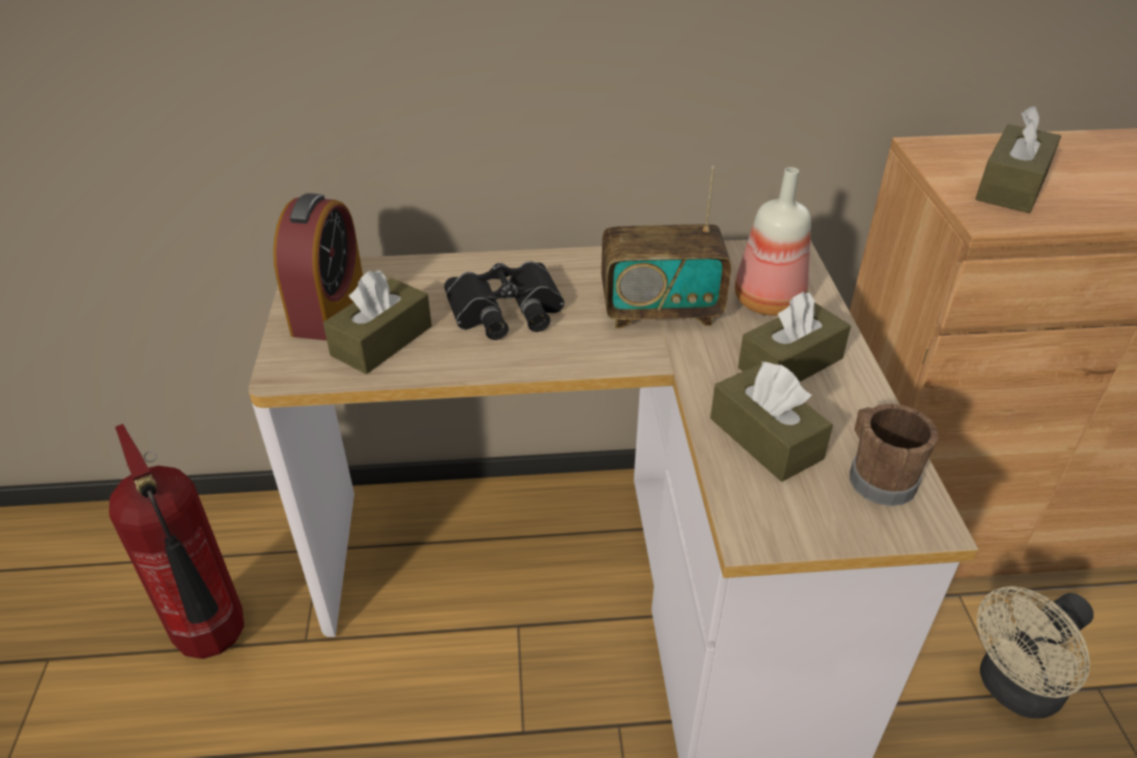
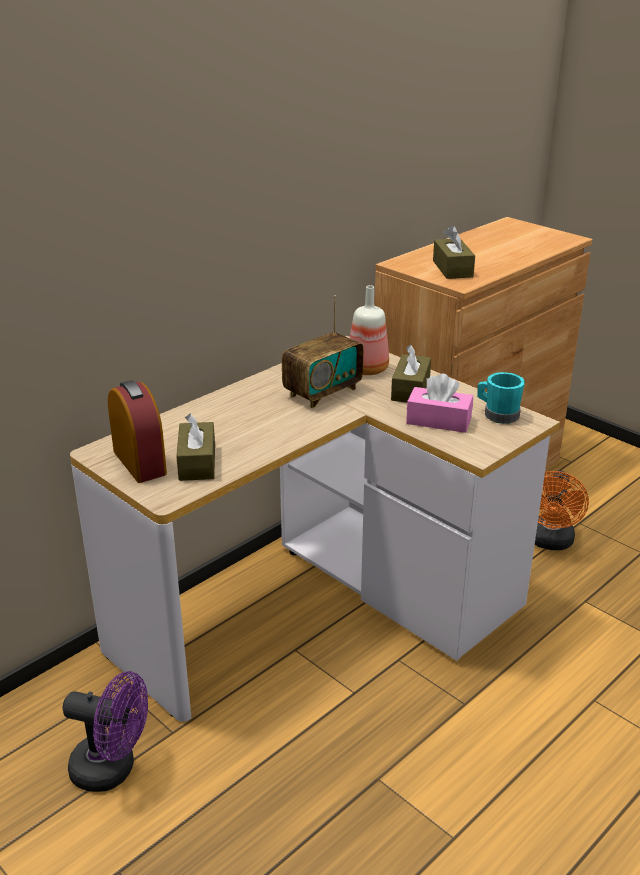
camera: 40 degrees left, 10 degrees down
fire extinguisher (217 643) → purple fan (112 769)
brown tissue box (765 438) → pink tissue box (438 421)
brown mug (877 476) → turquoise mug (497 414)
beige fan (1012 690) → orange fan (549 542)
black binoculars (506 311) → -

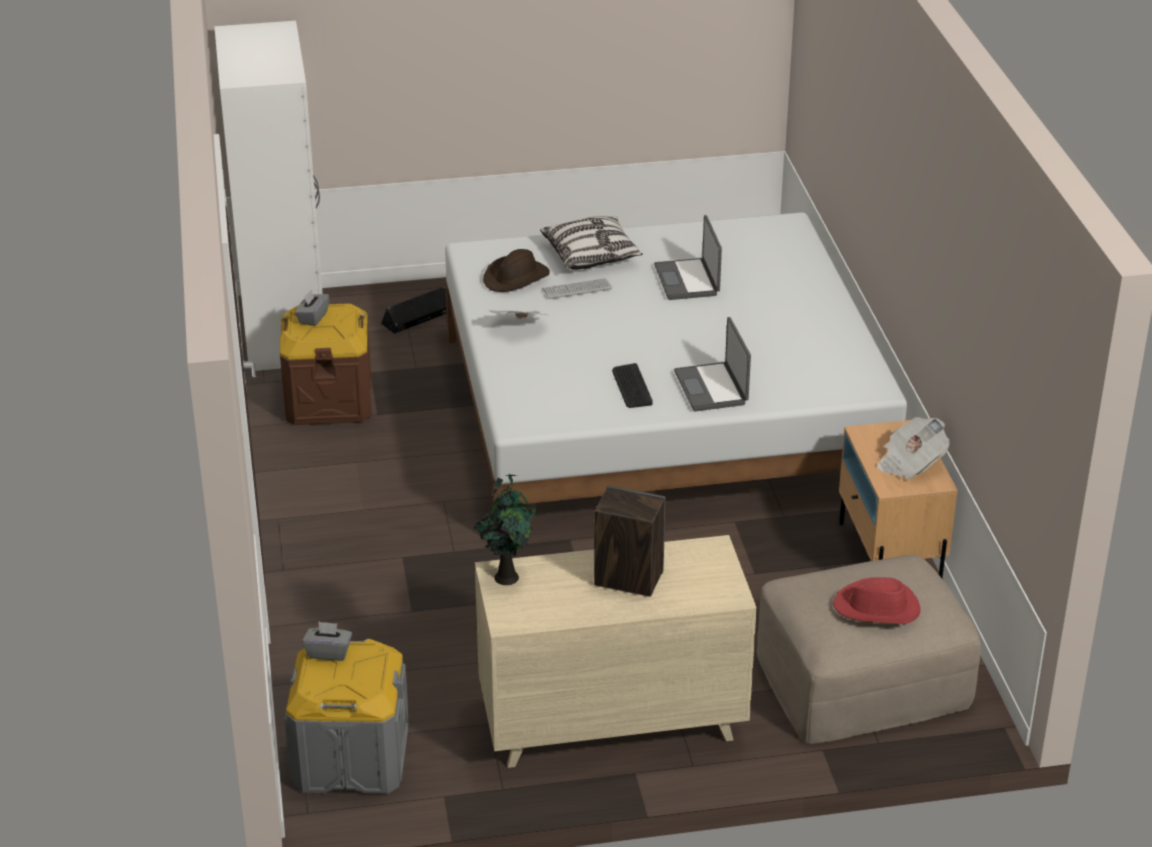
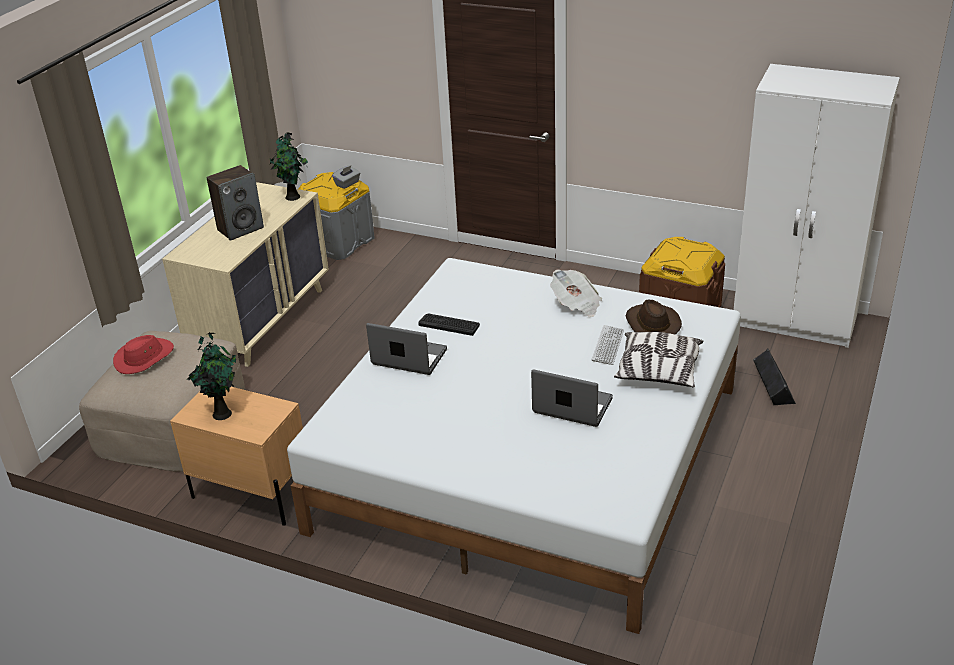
camera: 125 degrees right, 0 degrees up
newspaper (910 463) → potted plant (222 413)
grey tissue box (312 317) → -

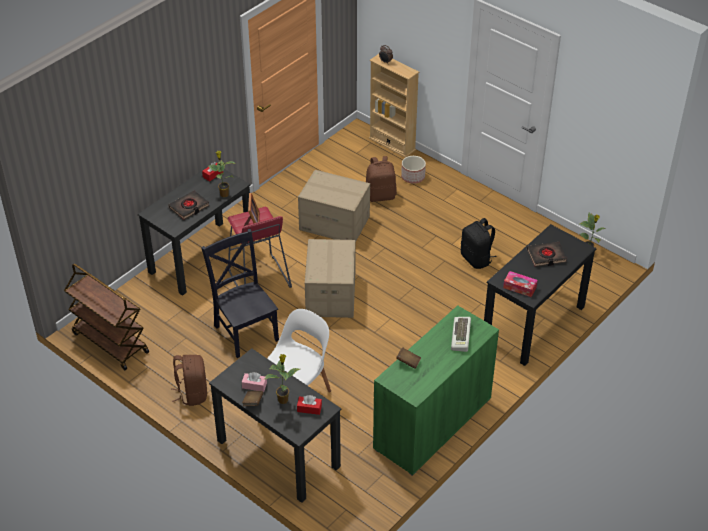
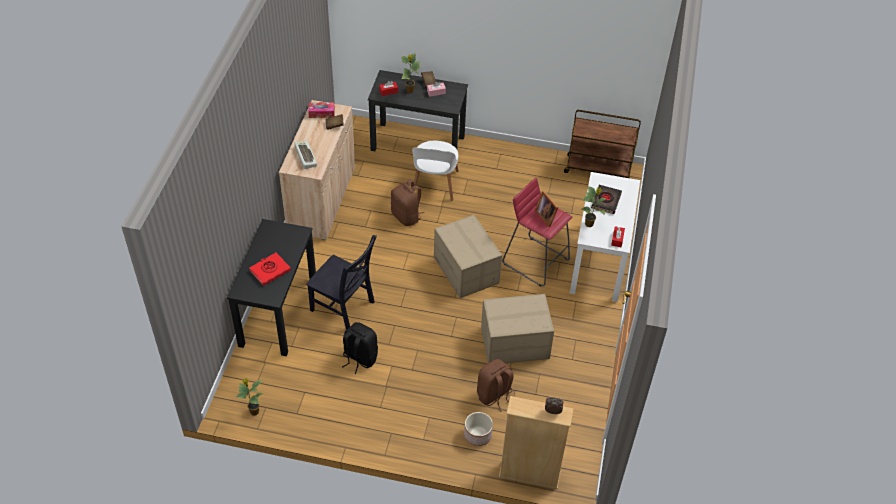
camera: 150 degrees right, 5 degrees up
black book (546 256) → red book (270 270)
green cabinet (432 424) → beige cabinet (322 200)
black chair (245 331) → black chair (344 308), moved
tissue box (519 287) → tissue box (321 113), moved
brown backpack (192 393) → brown backpack (406 216), moved
black desk (201 257) → white desk (599 262)

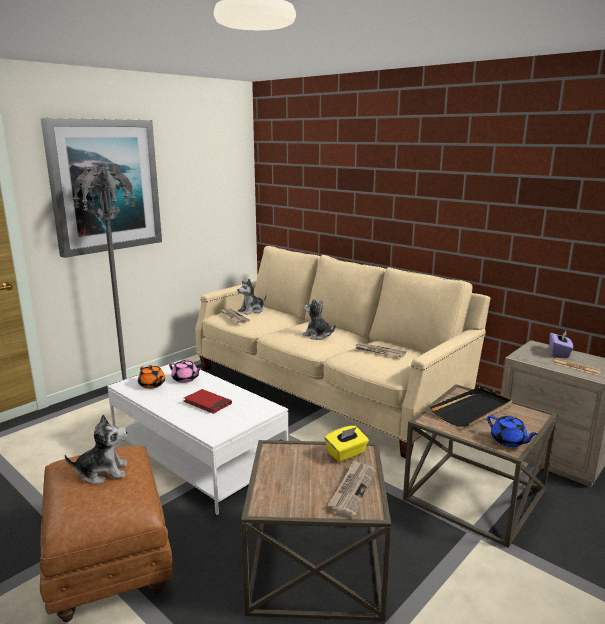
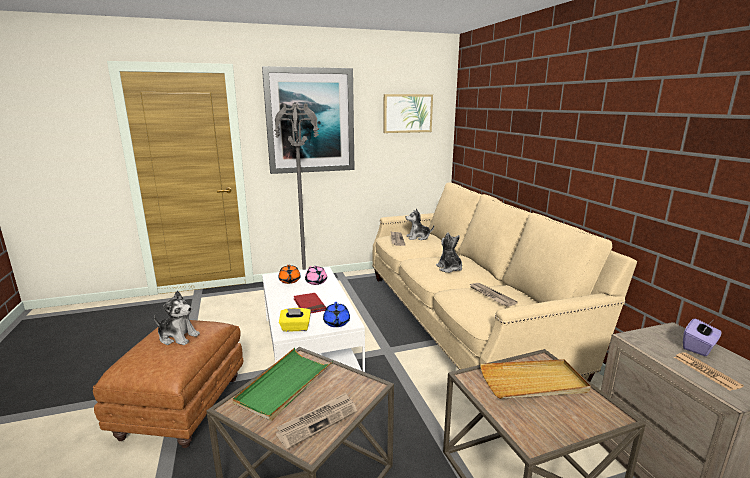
camera: 30 degrees right, 0 degrees up
- → green tray (284 385)
yellow tissue box (346 454) → yellow tissue box (295 328), moved
blue teapot (508 441) → blue teapot (336 323), moved
- → picture (407 113)
black tray (472 410) → beige tray (533 382)

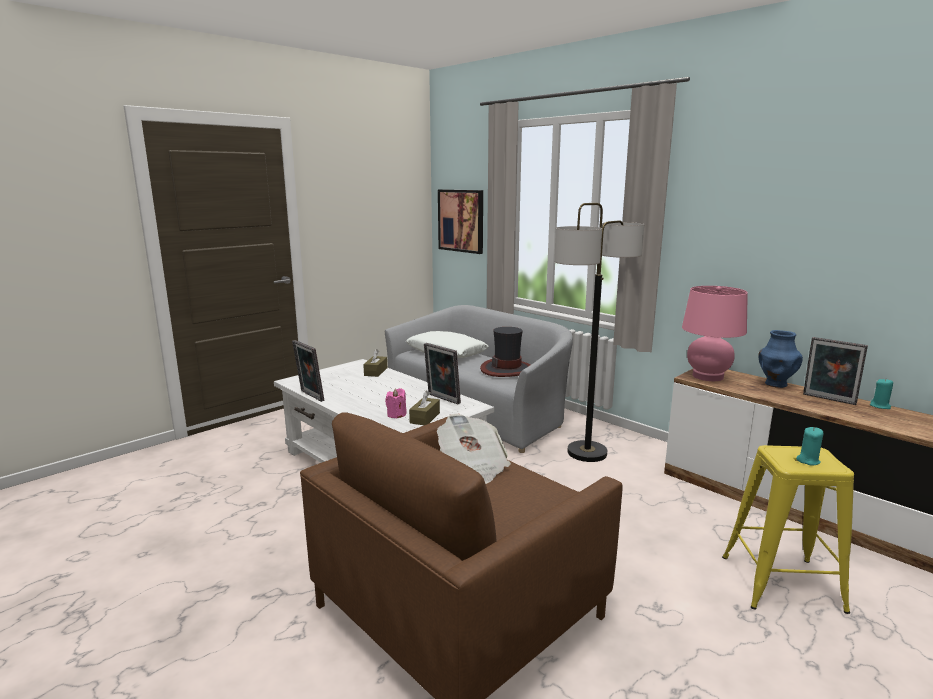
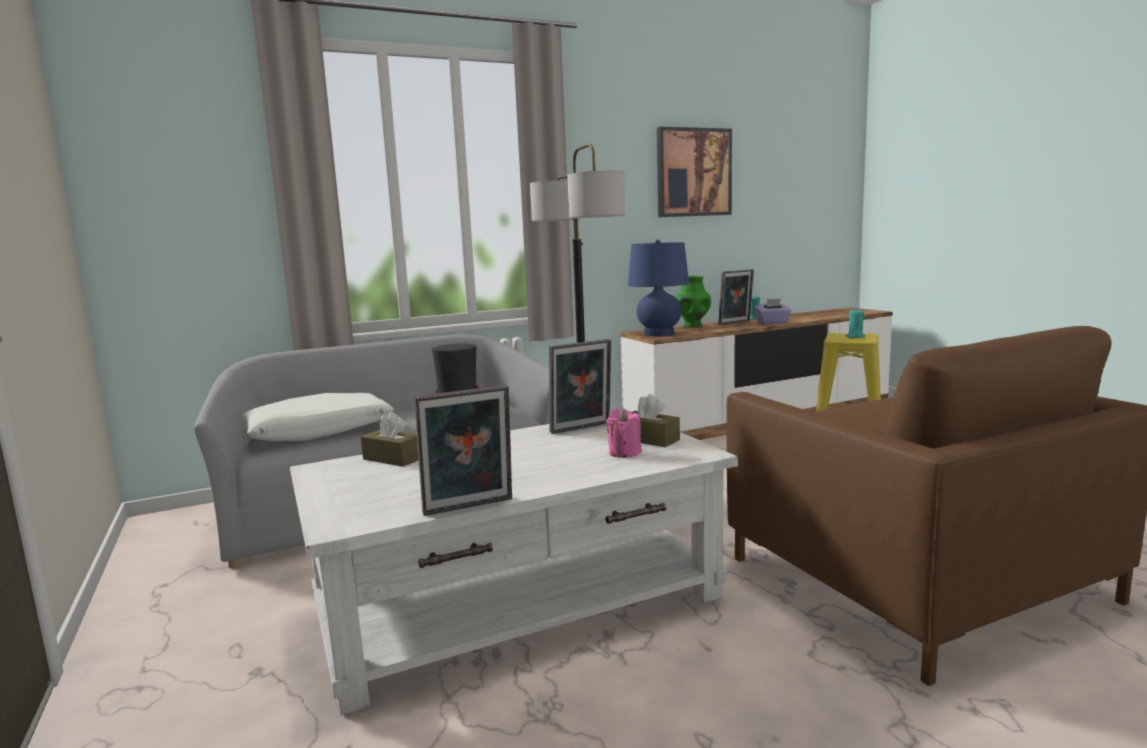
camera: 70 degrees left, 5 degrees down
pink table lamp (707 376) → blue table lamp (659 333)
picture (461 220) → picture (693 172), moved
blue vase (775 384) → green vase (692 326)
- → purple tissue box (772 323)
newspaper (473 466) → -

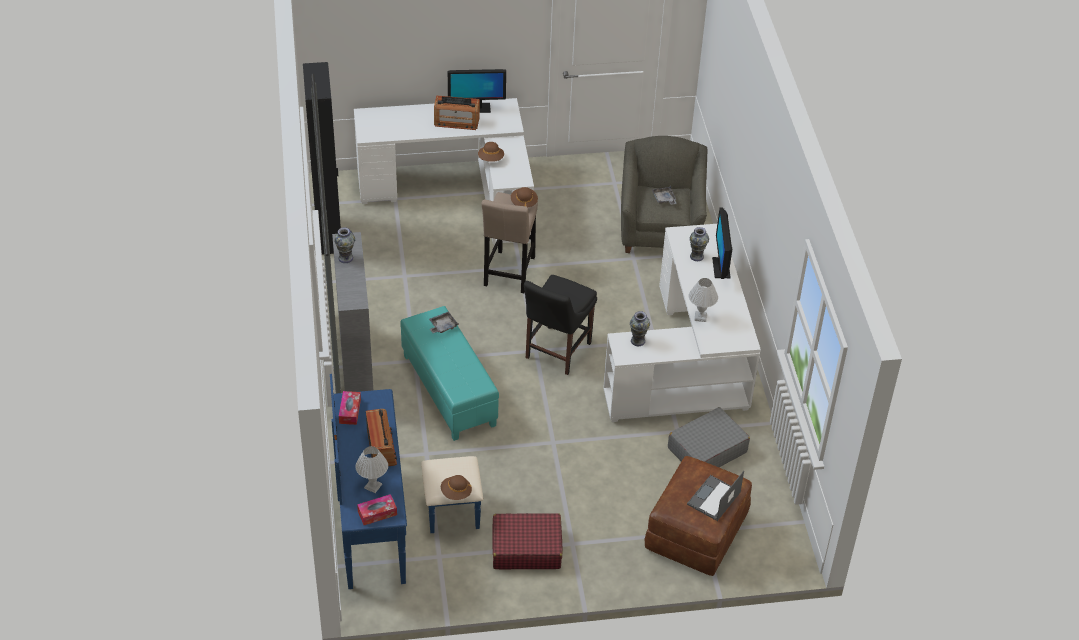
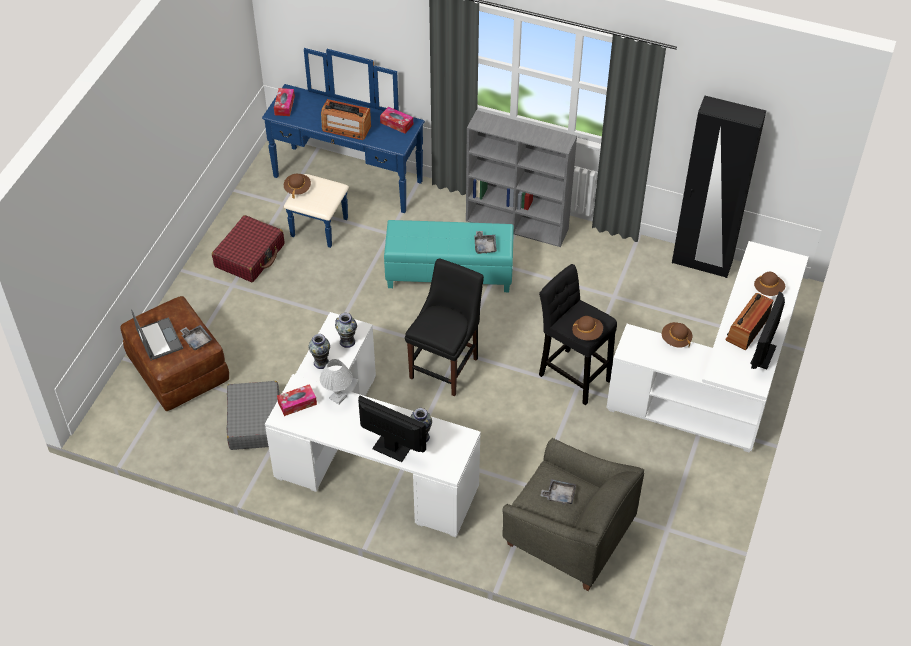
camera: 120 degrees right, 5 degrees up
- → grey tray (196 340)
- → tissue box (297 403)
vase (345 258) → vase (321 362), moved
black chair (556 352) → black chair (446 365), 60 degrees clockwise
beige stool (509 274) → black stool (572 374)
- → brown hat (768 290)
white table lamp (373 486) → -

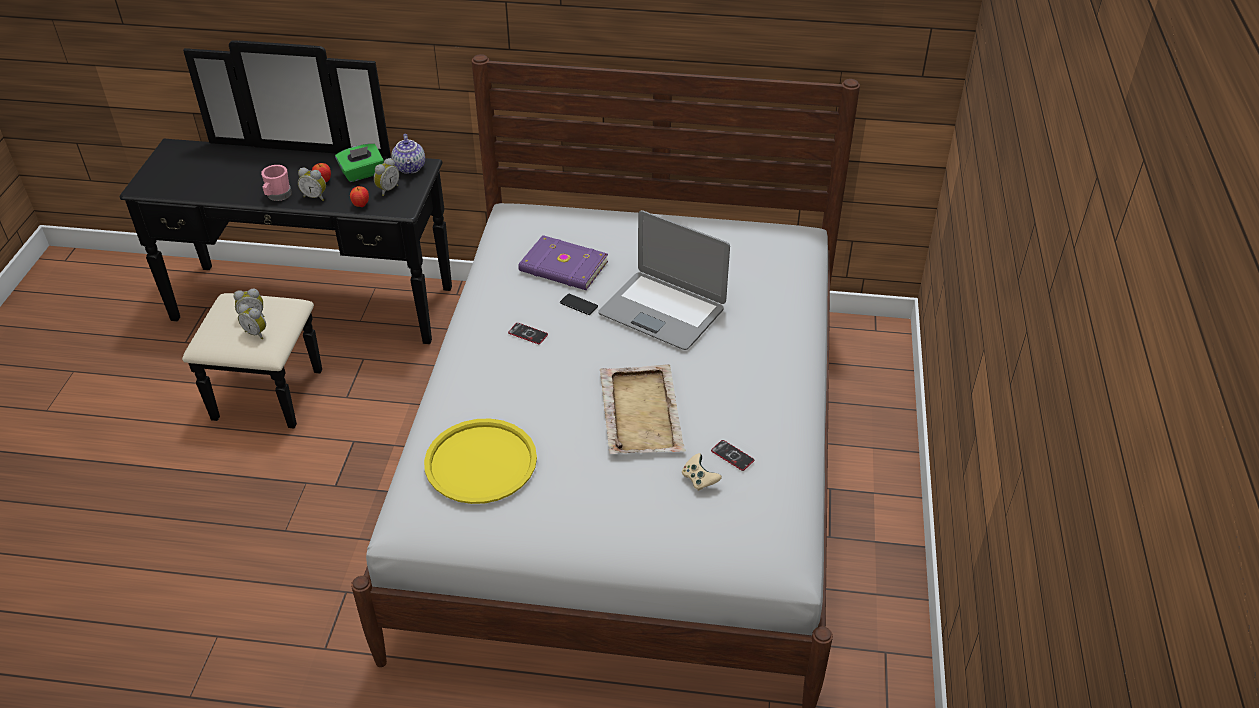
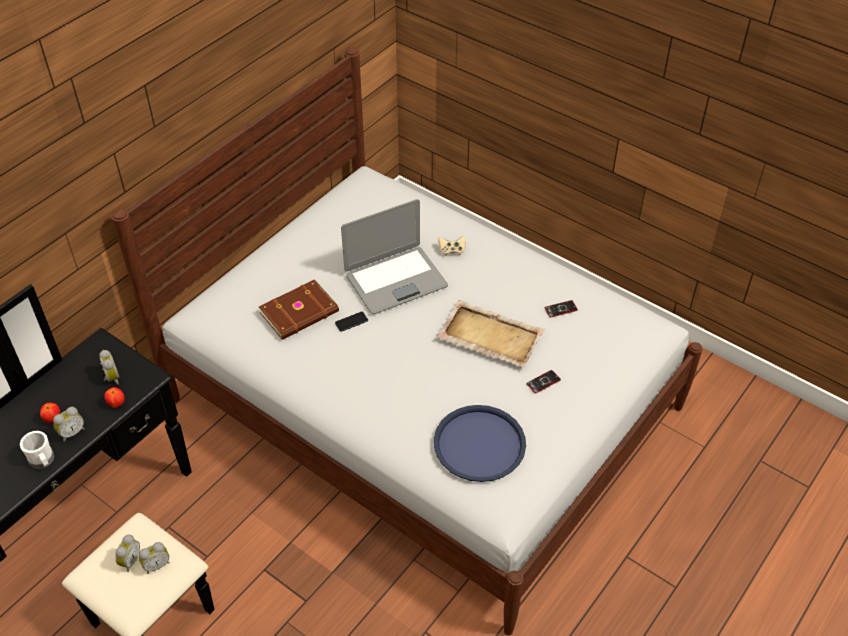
camera: 60 degrees left, 5 degrees up
pink mug (277 196) → white mug (43 460)
purple book (563 267) → brown book (300 313)
yellow tray (480 462) → blue tray (479 444)
beige game controller (699 479) → beige game controller (452 250), moved
phone (528 334) → phone (543 382), moved
green tissue box (362 173) → -
teapot (410 168) → -

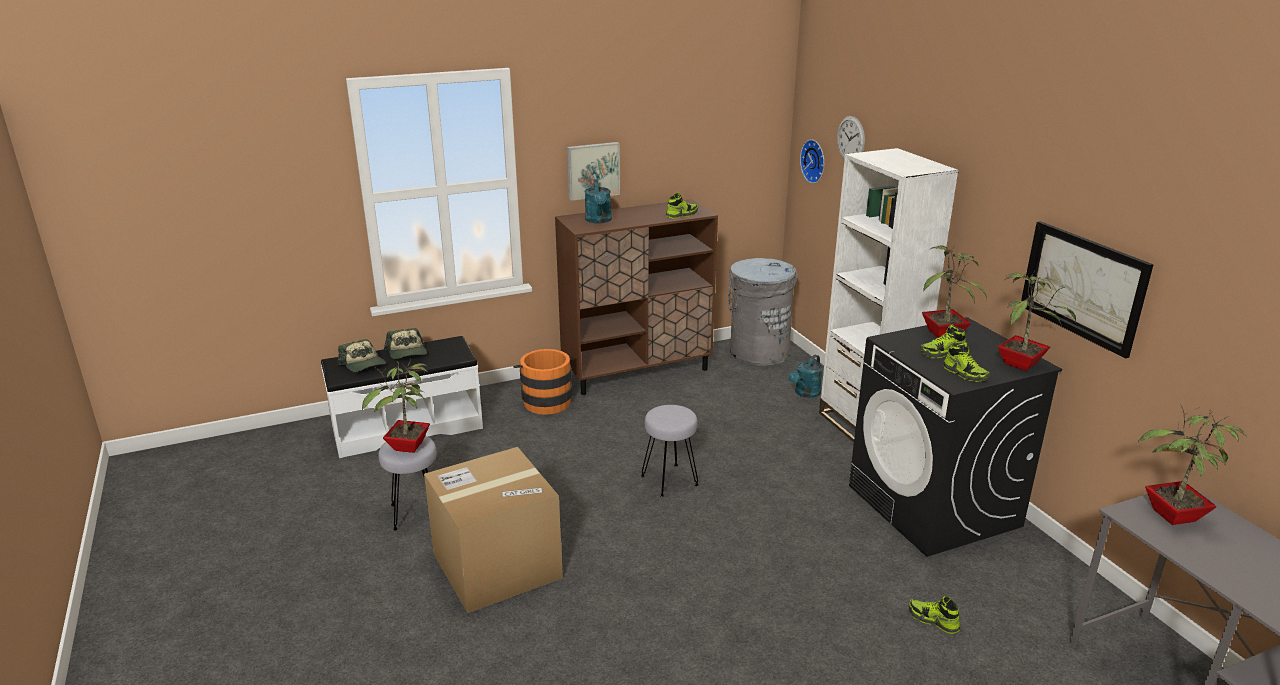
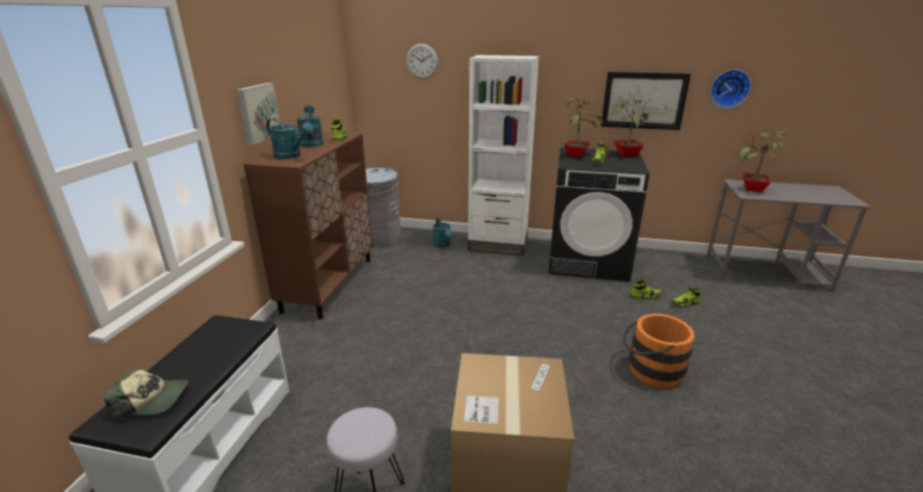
camera: 55 degrees left, 0 degrees up
- → turquoise watering can (311 142)
orange bucket (545 400) → orange bucket (649 370), moved
shoe (965 374) → shoe (645 296), moved
wall clock (815 161) → wall clock (729 88), moved
potted plant (407 447) → -
cap (407 352) → -
grey stool (670 480) → -

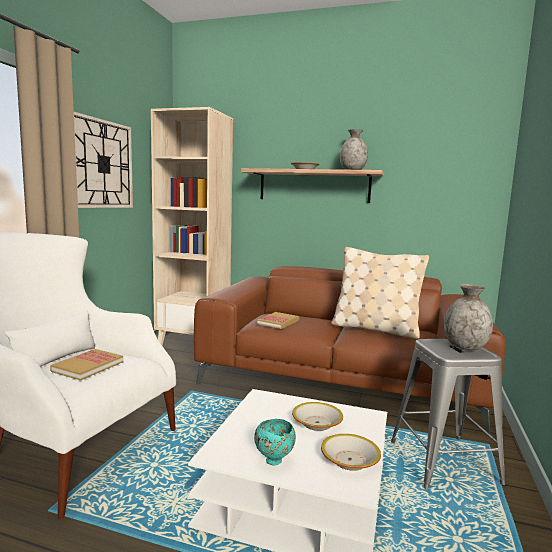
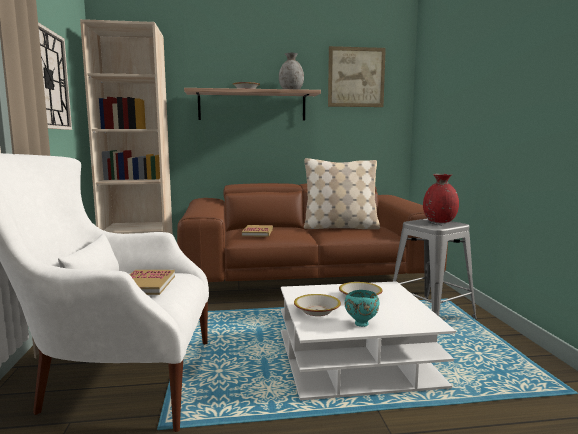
camera: 25 degrees left, 0 degrees up
bowl (349 460) → bowl (316 311), moved
- → picture (356 77)
grey vase (464 346) → red vase (439 221)

